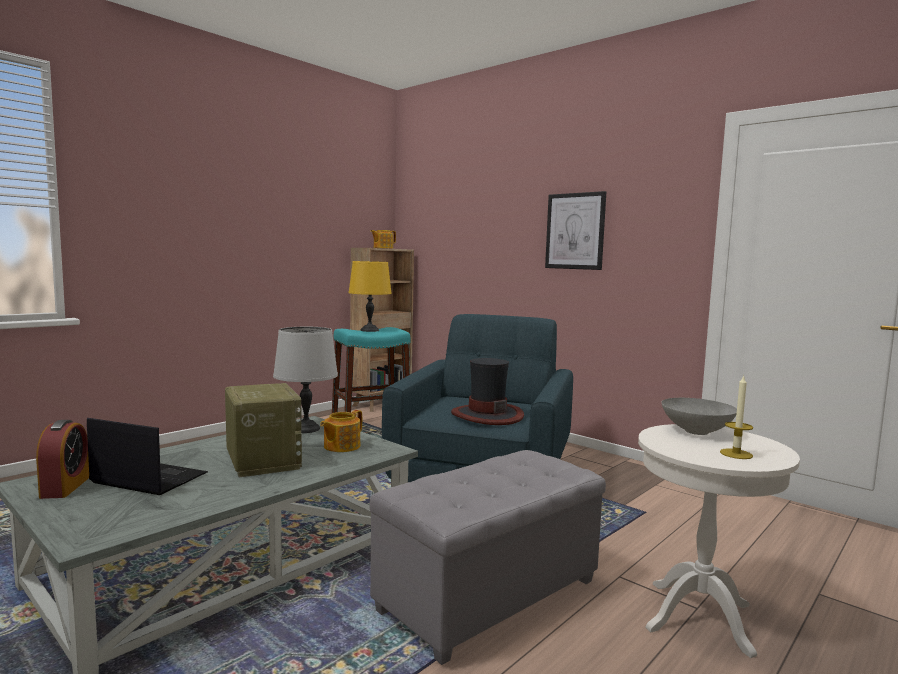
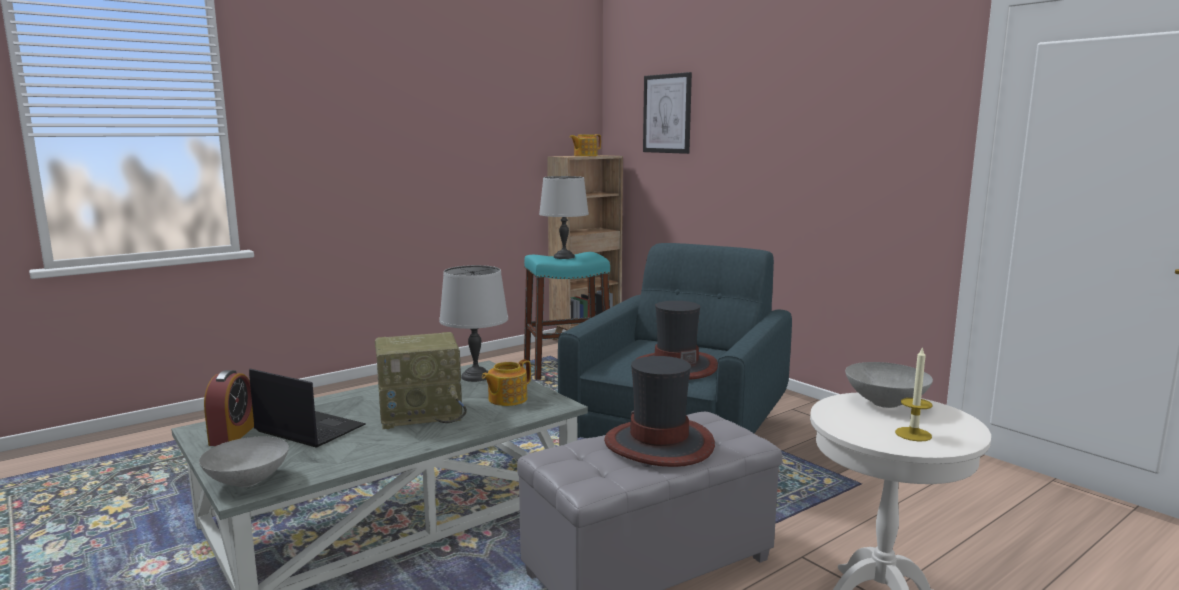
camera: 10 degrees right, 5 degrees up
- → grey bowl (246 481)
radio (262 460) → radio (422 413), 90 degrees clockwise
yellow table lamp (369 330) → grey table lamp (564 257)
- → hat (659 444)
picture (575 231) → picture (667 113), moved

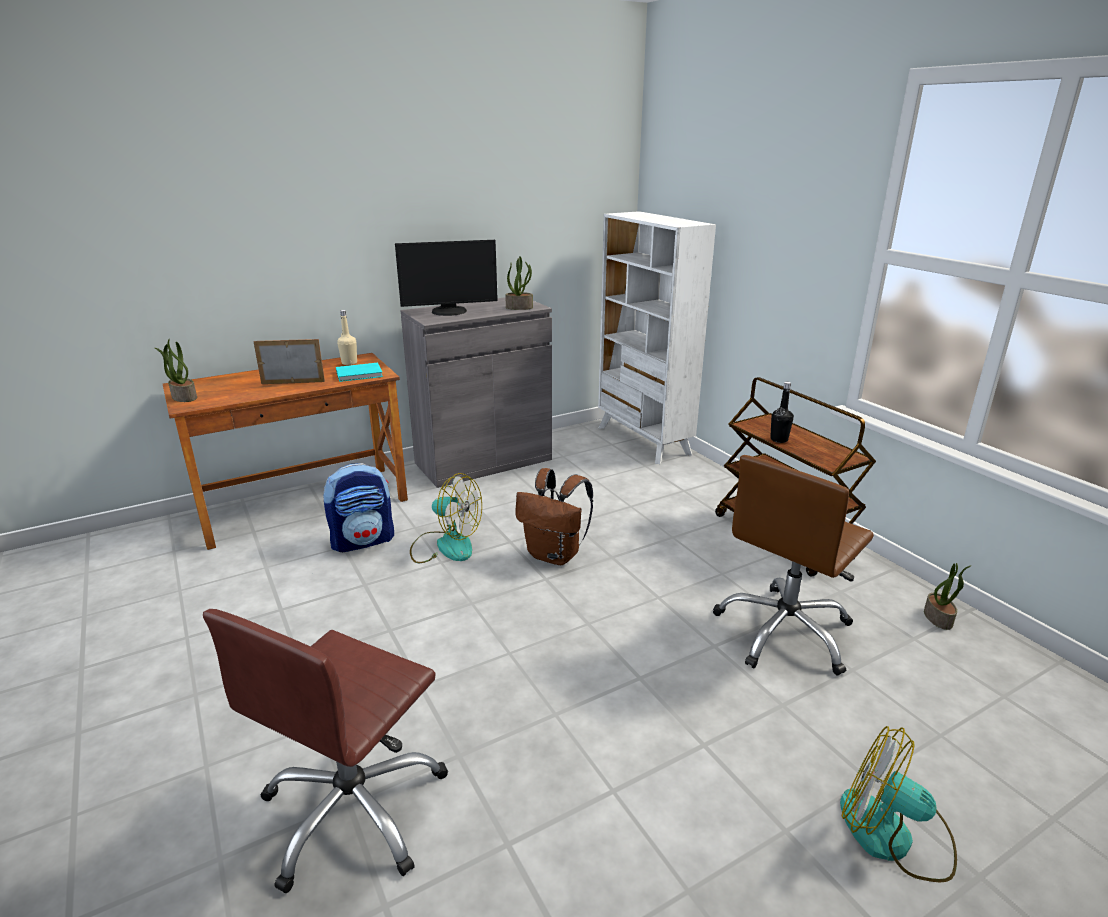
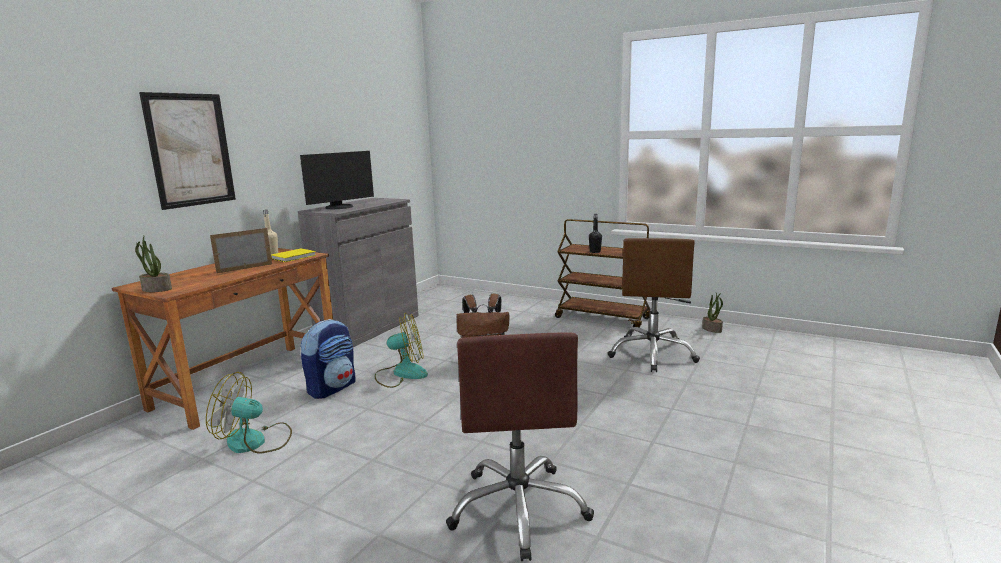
camera: 30 degrees left, 10 degrees down
- → picture (190 150)
fan (893 836) → fan (255 442), moved
turquoise book (360 374) → yellow book (295 257)
potted plant (519 307) → -
white bookcase (643 441) → -

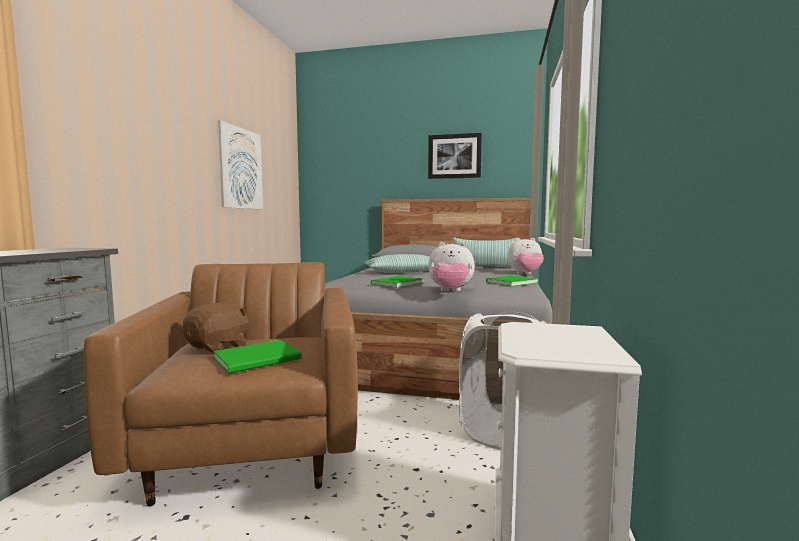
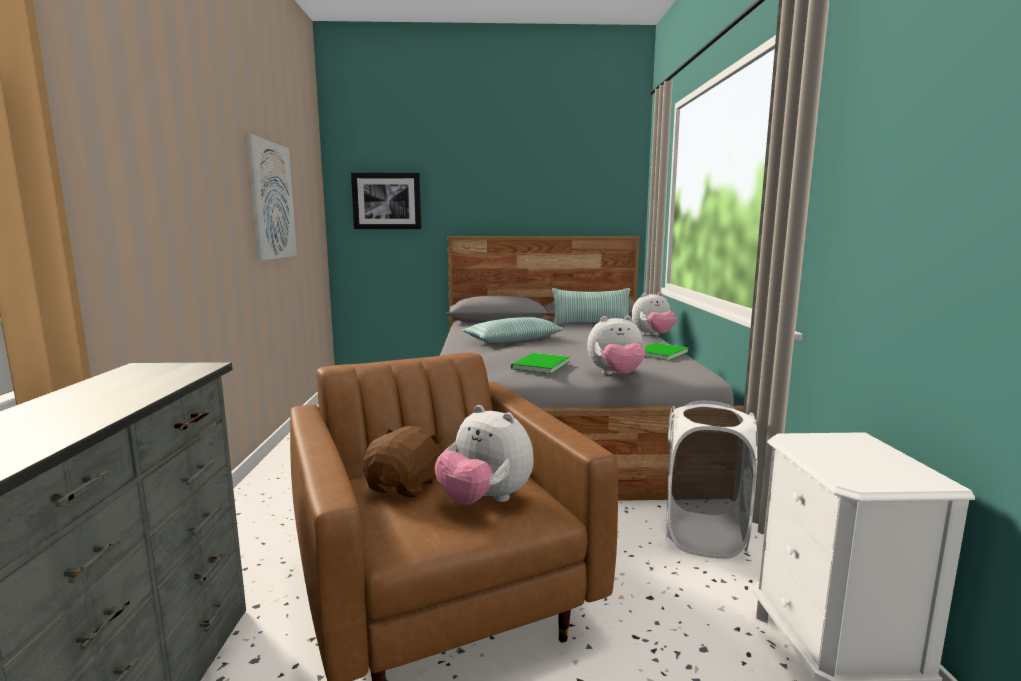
camera: 15 degrees left, 5 degrees up
picture (454 156) → picture (386 201), moved
green book (260 358) → plush toy (485 500)

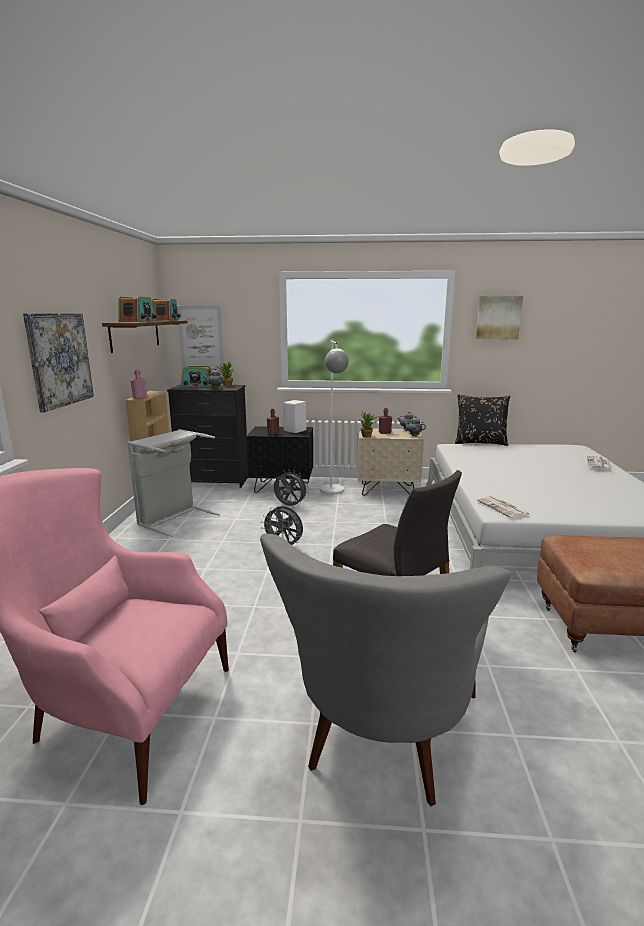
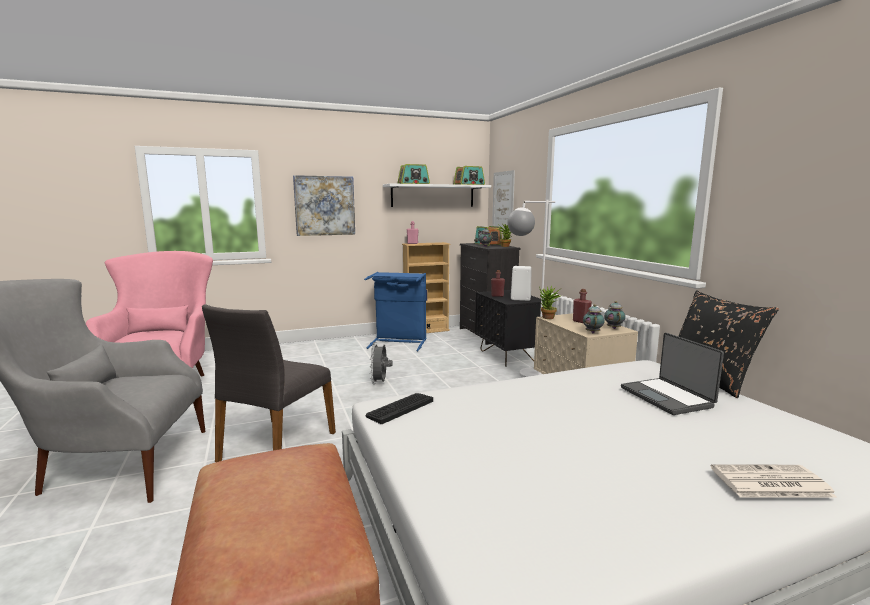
camera: 65 degrees right, 5 degrees down
grey laundry basket (174 518) → blue laundry basket (399 342)
newspaper (503 508) → keyboard (400 408)
brown shelf (135 335) → white shelf (433 196)
- → laptop (667 397)
grey fan (289 506) → -
picture (498 317) → -

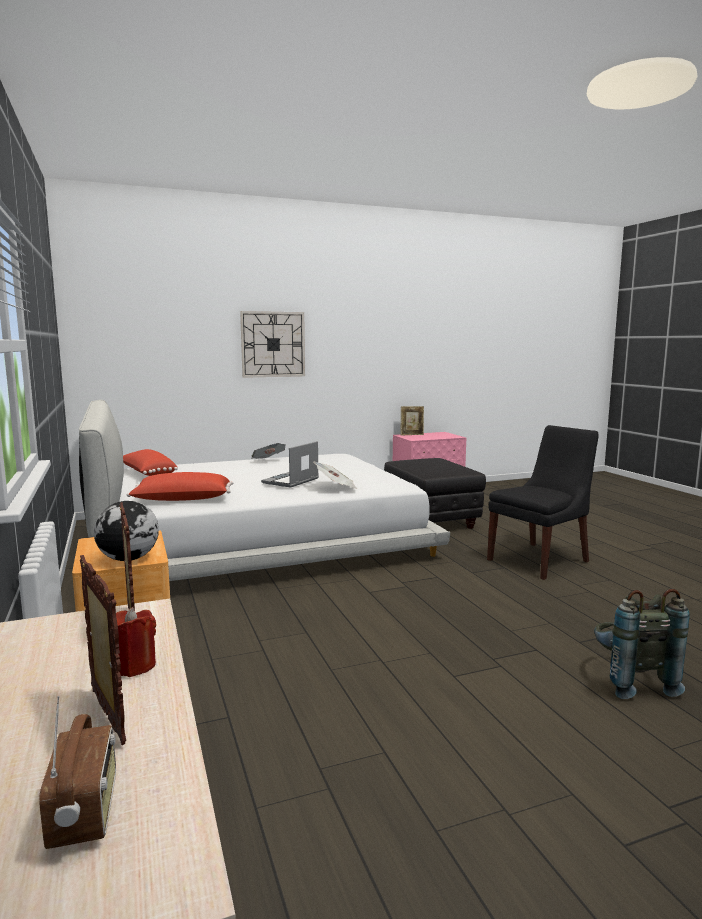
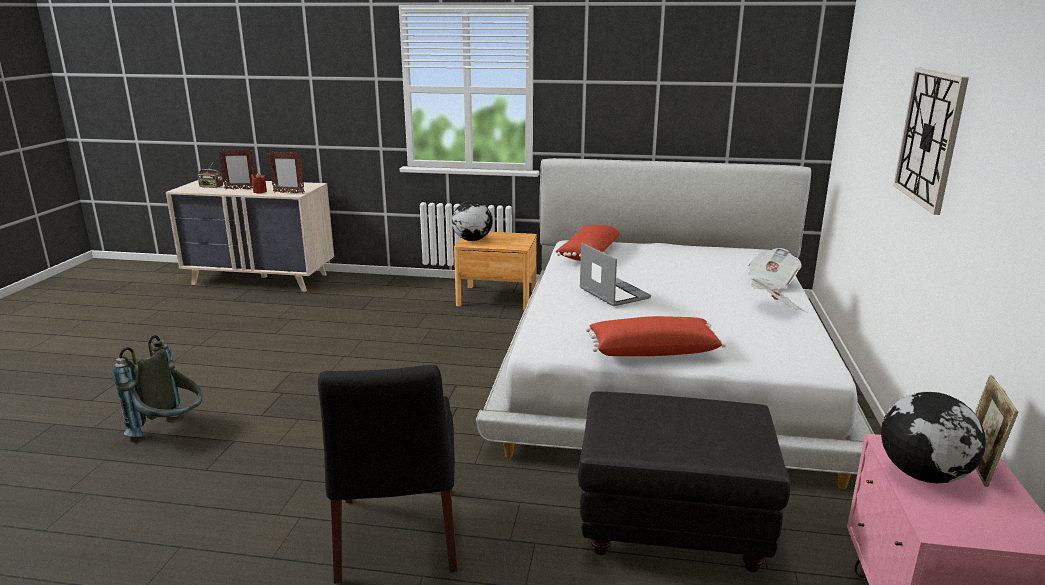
camera: 120 degrees right, 10 degrees up
red pillow (147 473) → red pillow (652 350), moved
newspaper (336 487) → newspaper (770 283), moved
- → globe (924 474)

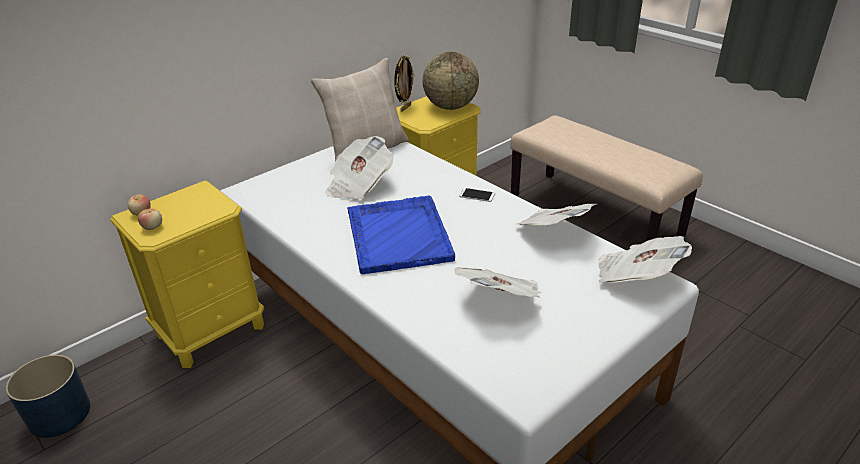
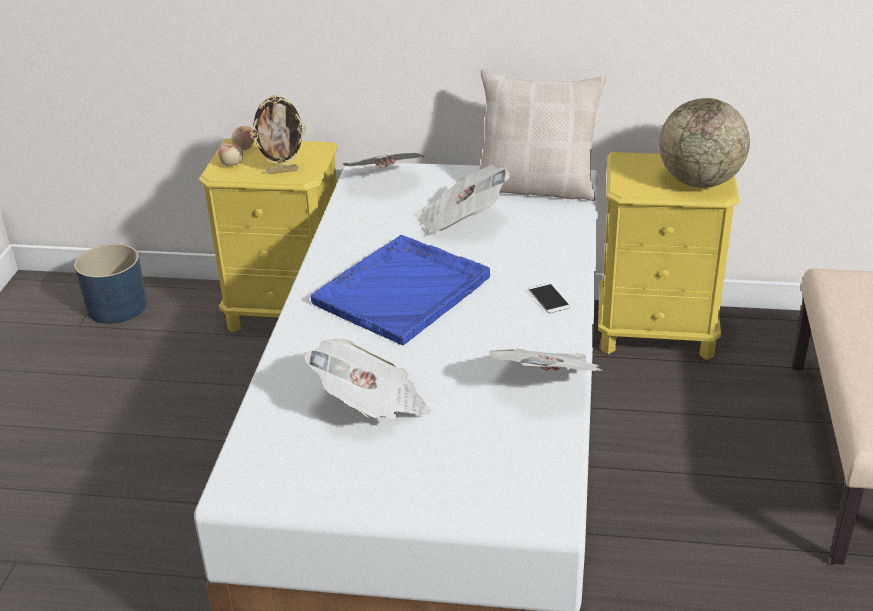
camera: 50 degrees right, 0 degrees up
picture frame (405 108) → picture frame (282 171), moved
newspaper (636 277) → newspaper (383 180), moved

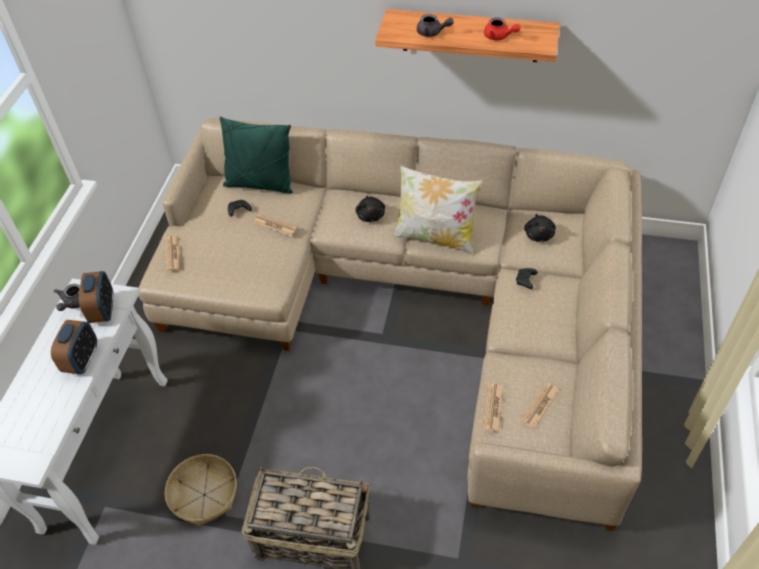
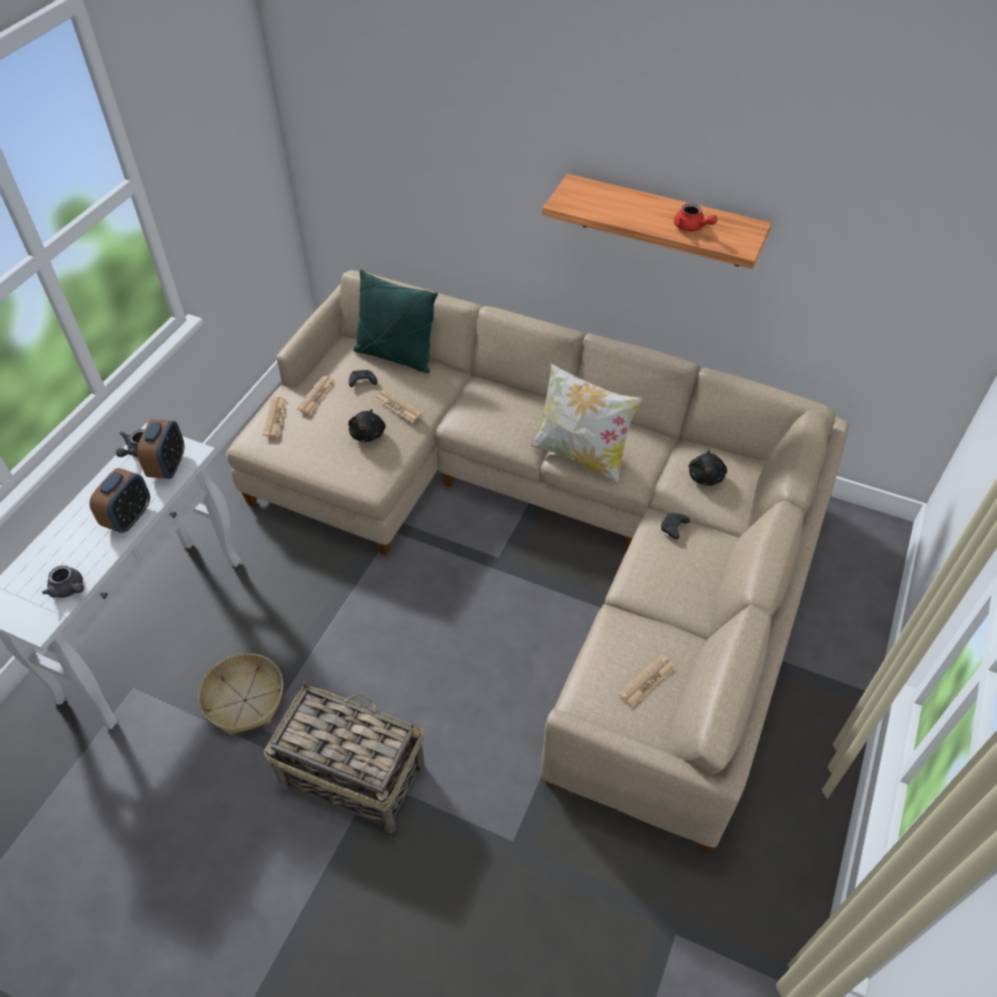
camera: 10 degrees right, 0 degrees up
grey teapot (432 33) → grey teapot (69 589), moved
newspaper (493 408) → newspaper (316 395), moved
black plush toy (370 215) → black plush toy (368 433), moved

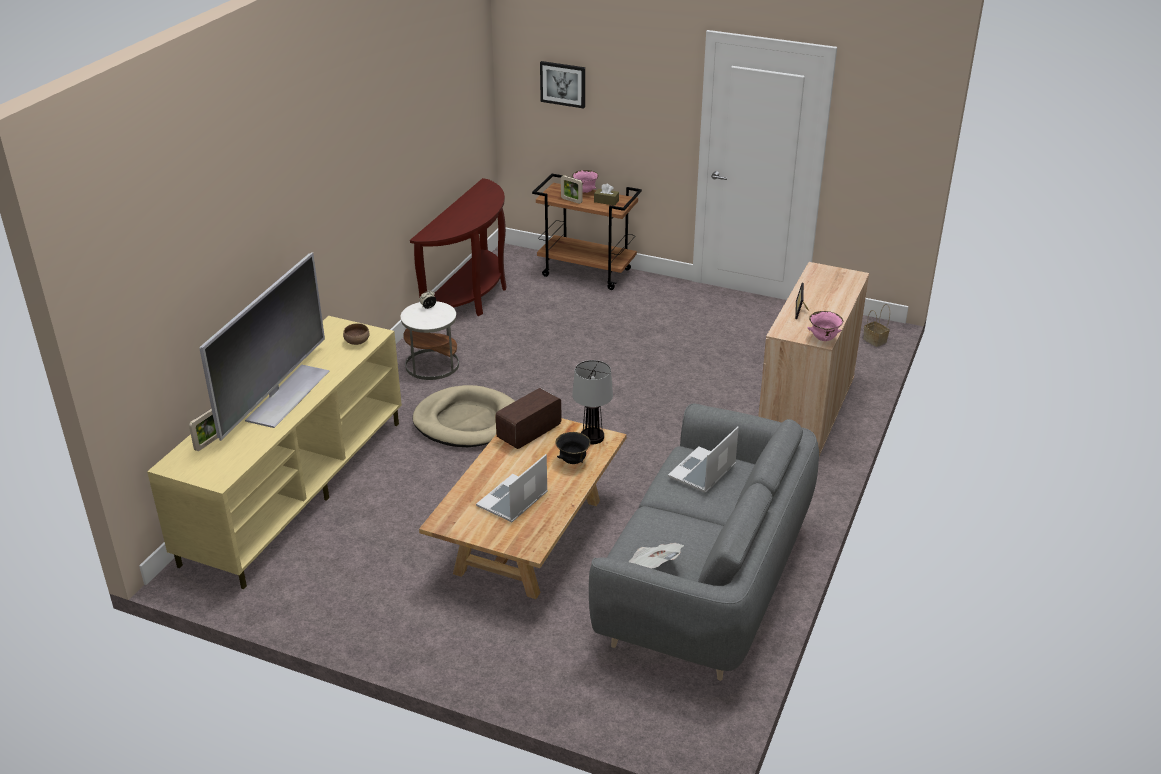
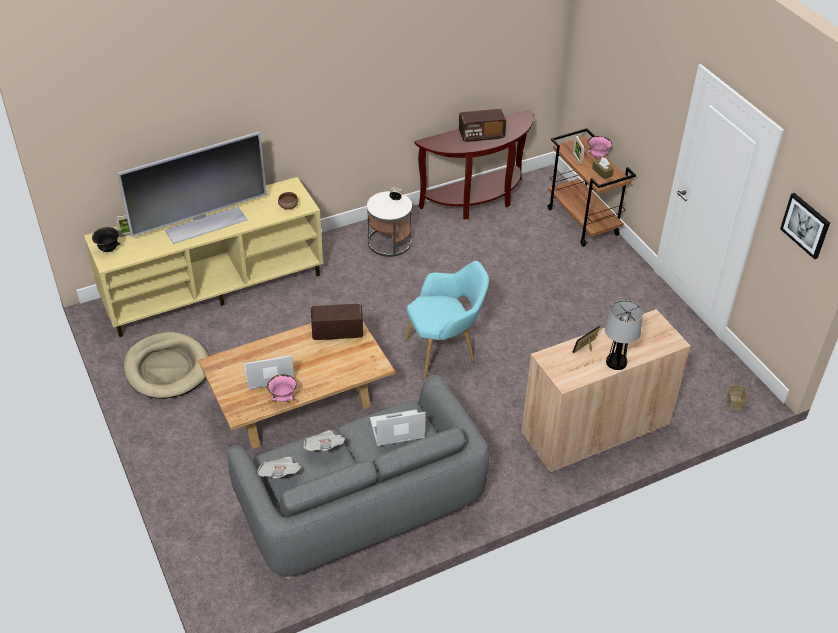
camera: 40 degrees right, 10 degrees up
black bowl (572 461) → black bowl (108 249), moved
beige dog bed (466 421) → beige dog bed (167 368), moved
pink bowl (823 339) → pink bowl (283 398), moved
- → newspaper (324 448)
- → turquoise armchair (445 351)
- → radio (481 135)
table lamp (591 437) → table lamp (616 362), moved
picture (563 84) → picture (806 225), moved

